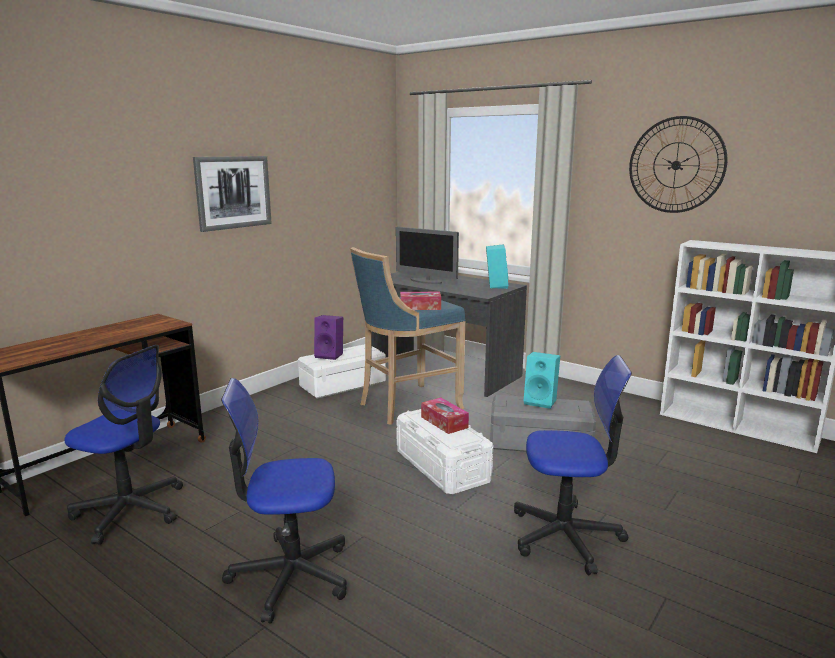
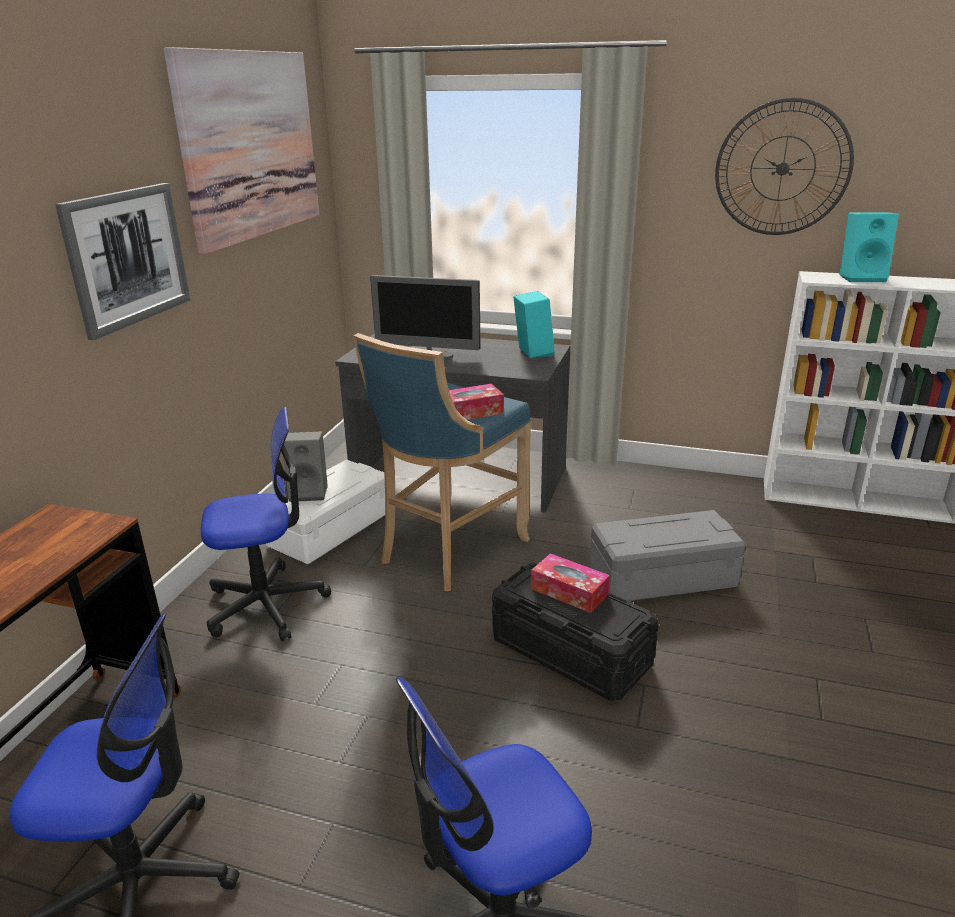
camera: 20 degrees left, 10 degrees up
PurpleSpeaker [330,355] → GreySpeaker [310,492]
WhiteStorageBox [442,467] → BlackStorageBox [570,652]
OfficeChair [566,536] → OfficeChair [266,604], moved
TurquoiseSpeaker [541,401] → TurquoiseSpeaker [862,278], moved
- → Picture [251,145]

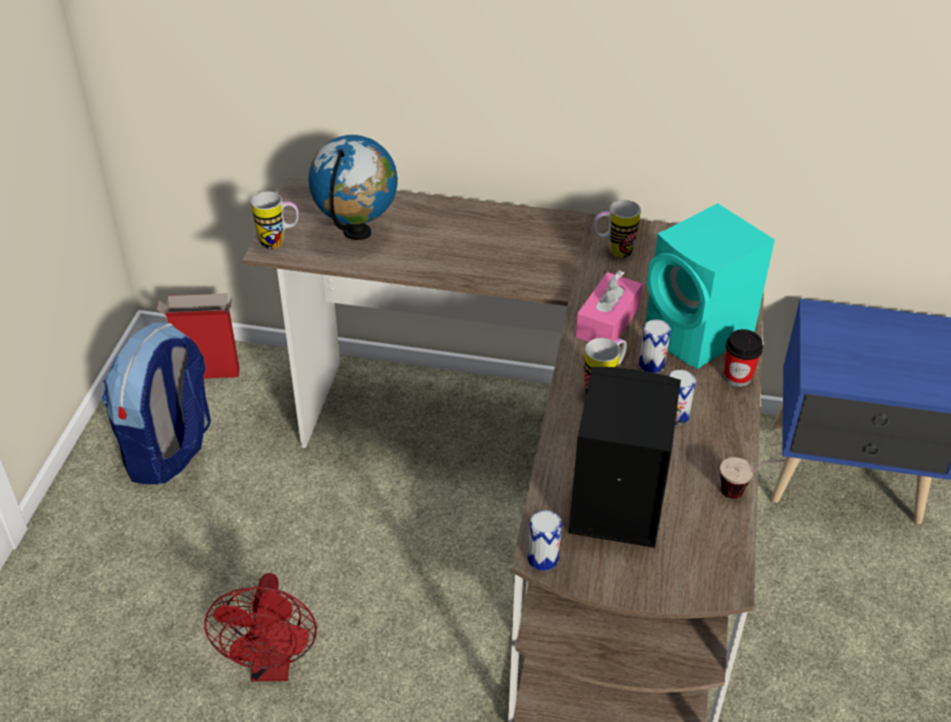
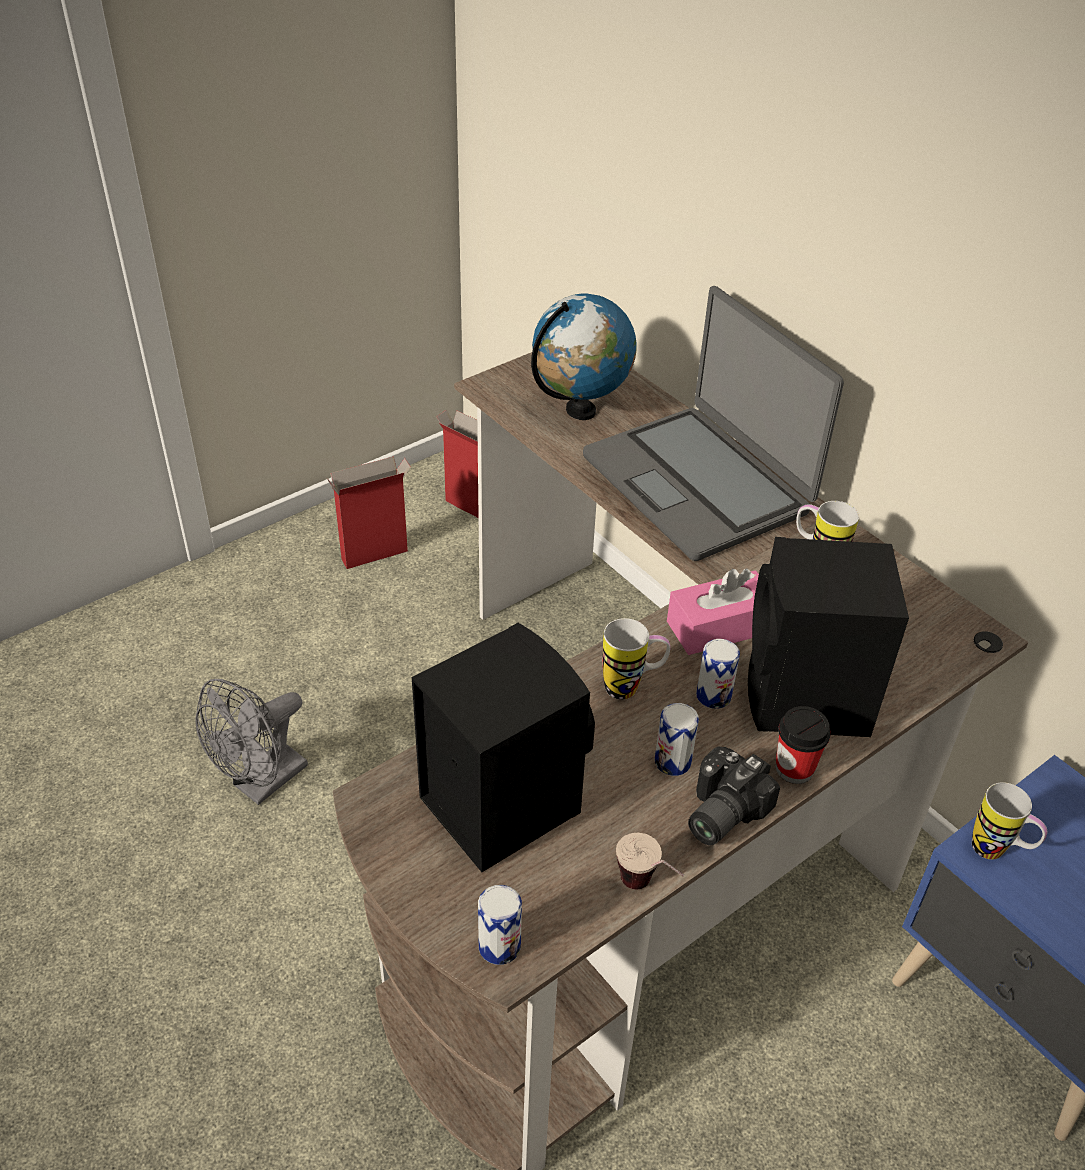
camera: 40 degrees right, 0 degrees up
Backpack [170,450] → CardboardBox [376,554]
RedFan [273,665] → GreyFan [262,784]
Mug [279,242] → Mug [997,852], moved
Can [543,559] → Can [499,946], moved
TurquoiseSpeaker [700,335] → BlackSpeaker [806,700]
- → Laptop [697,483]
- → PhotoCamera [718,811]

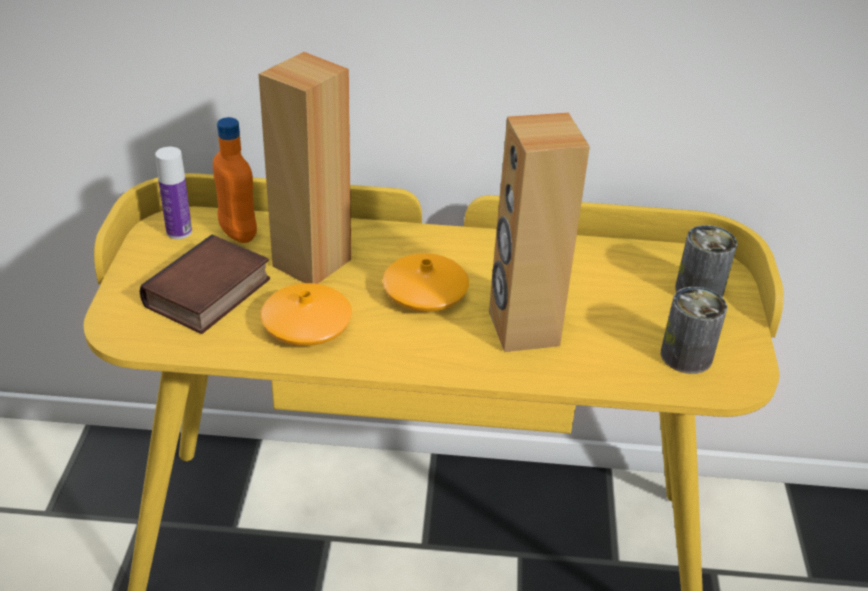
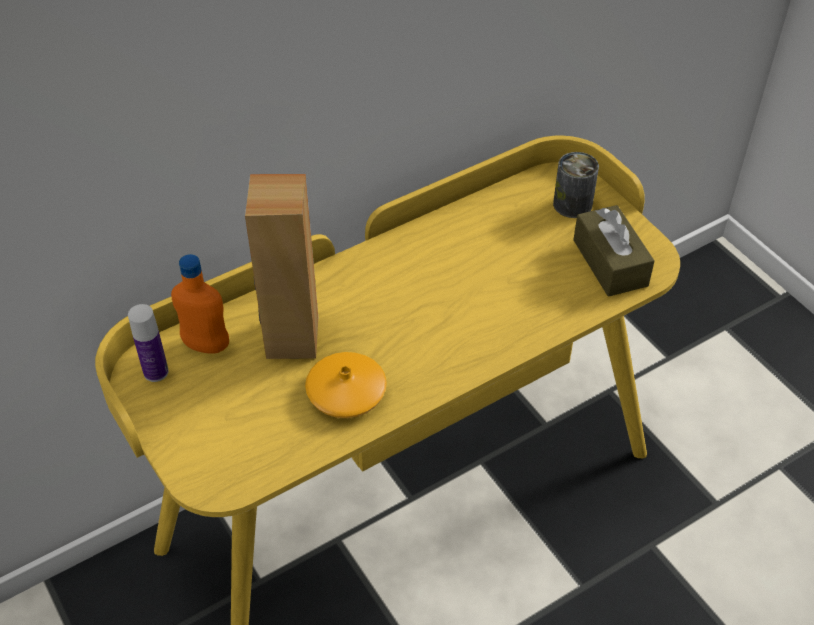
camera: 35 degrees left, 10 degrees up
Book [209,295] → -
OrangeVase [425,293] → -
BrownSpeaker [522,328] → -
Can [686,356] → BrownTissueBox [610,263]

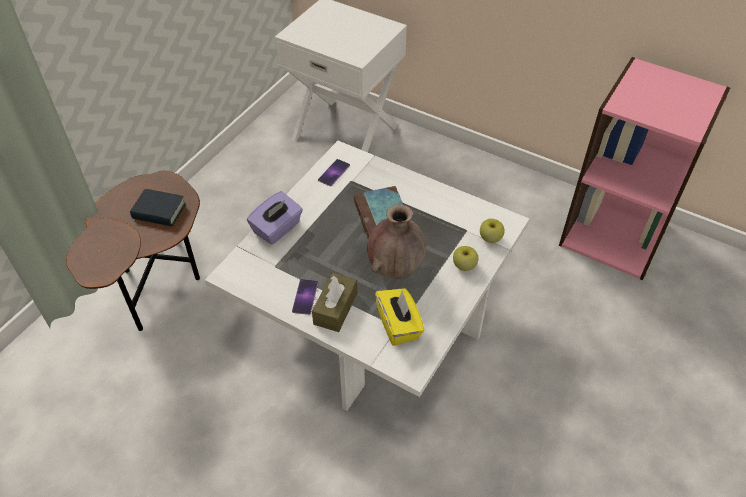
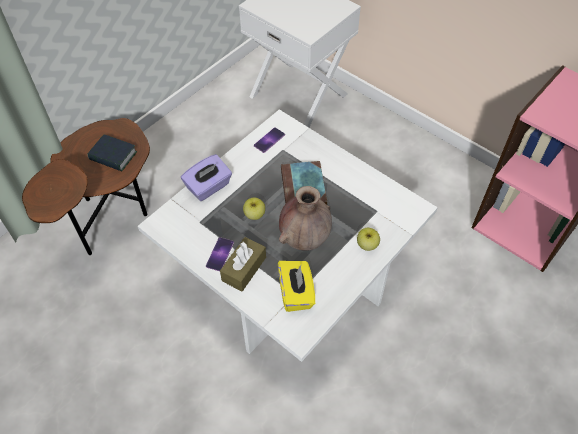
camera: 10 degrees right, 5 degrees up
Apple [490,238] → Apple [254,215], moved

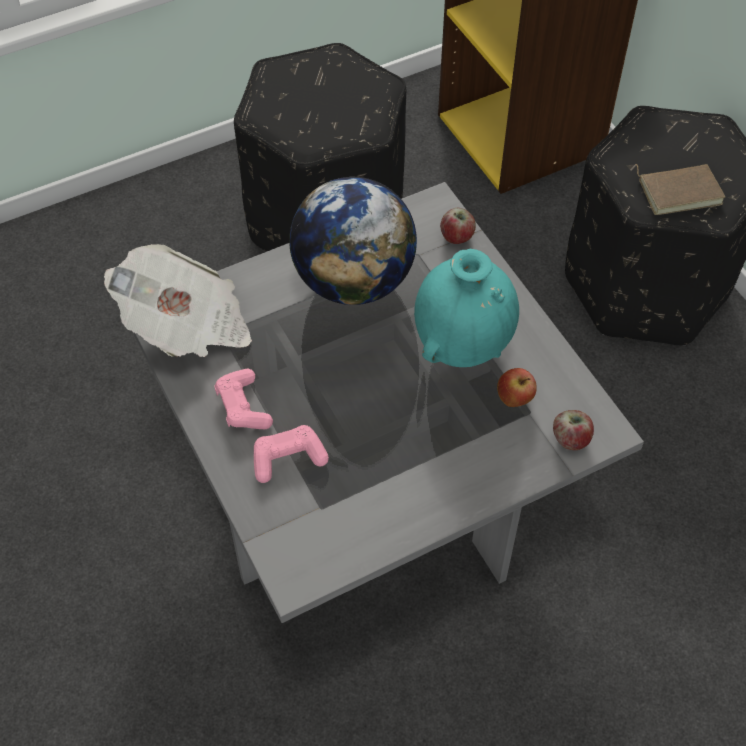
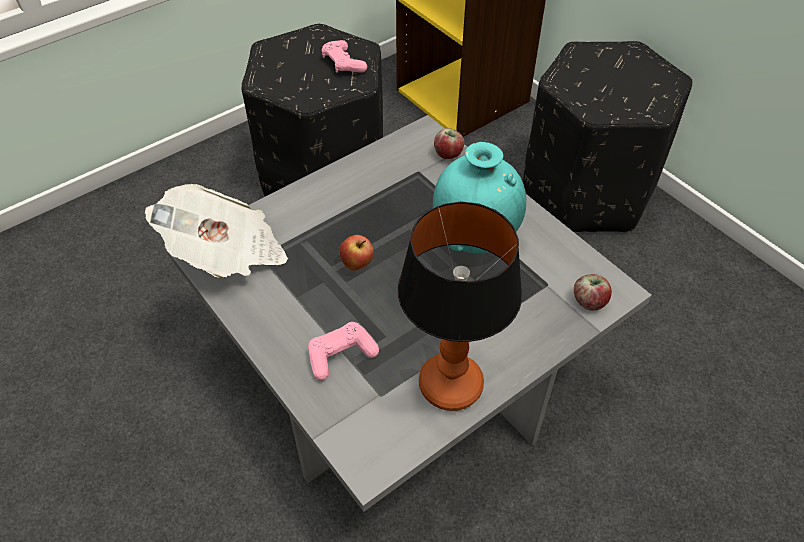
camera: 10 degrees left, 5 degrees down
PinkGameController [243,407] → PinkGameController [343,64], moved
Globe [354,281] → -
Apple [515,399] → Apple [357,264], moved
BrownBook [679,190] → -
- → TableLamp [451,384]

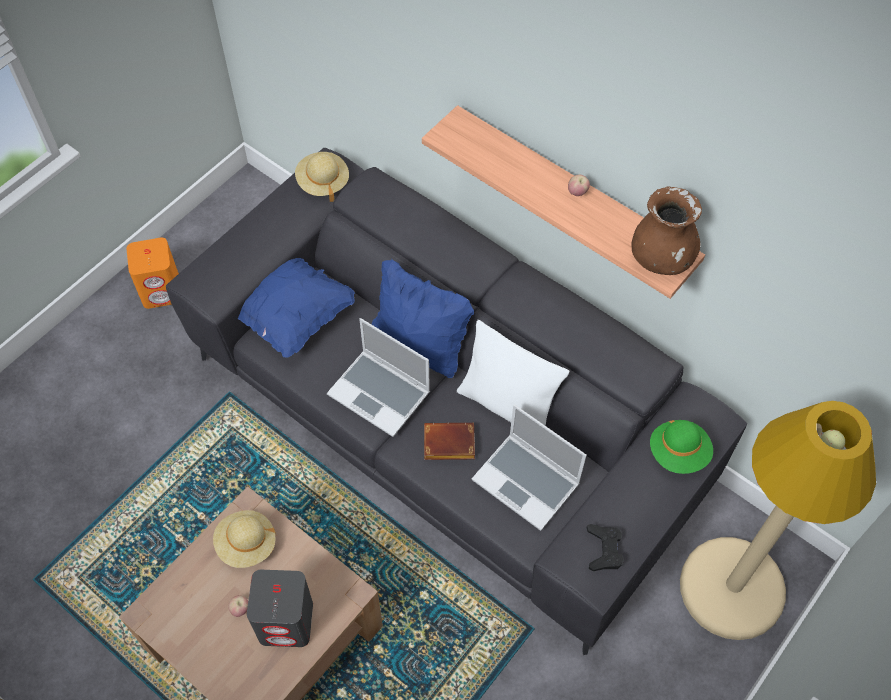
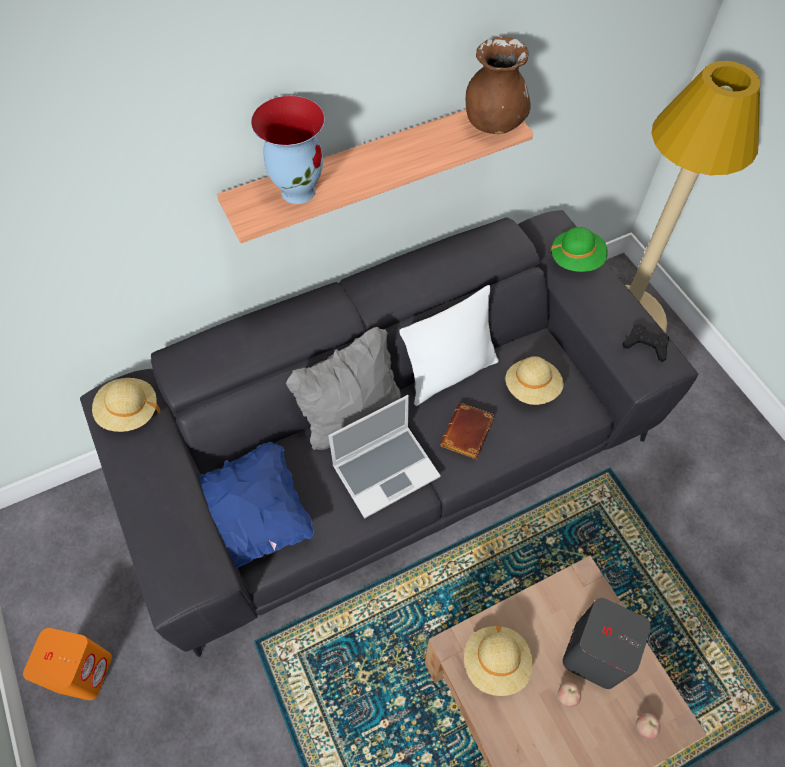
camera: 65 degrees left, 0 degrees up
BluePillow [420,346] → GreyPillow [351,416]
Laptop [527,482] → BeigeHat [532,388]
Apple [577,192] → Apple [644,727], moved
- → Vase [298,190]

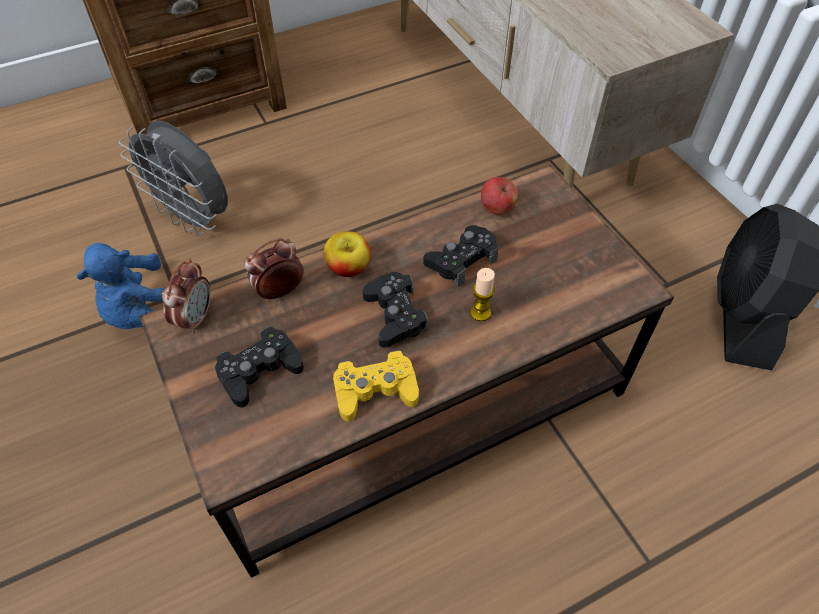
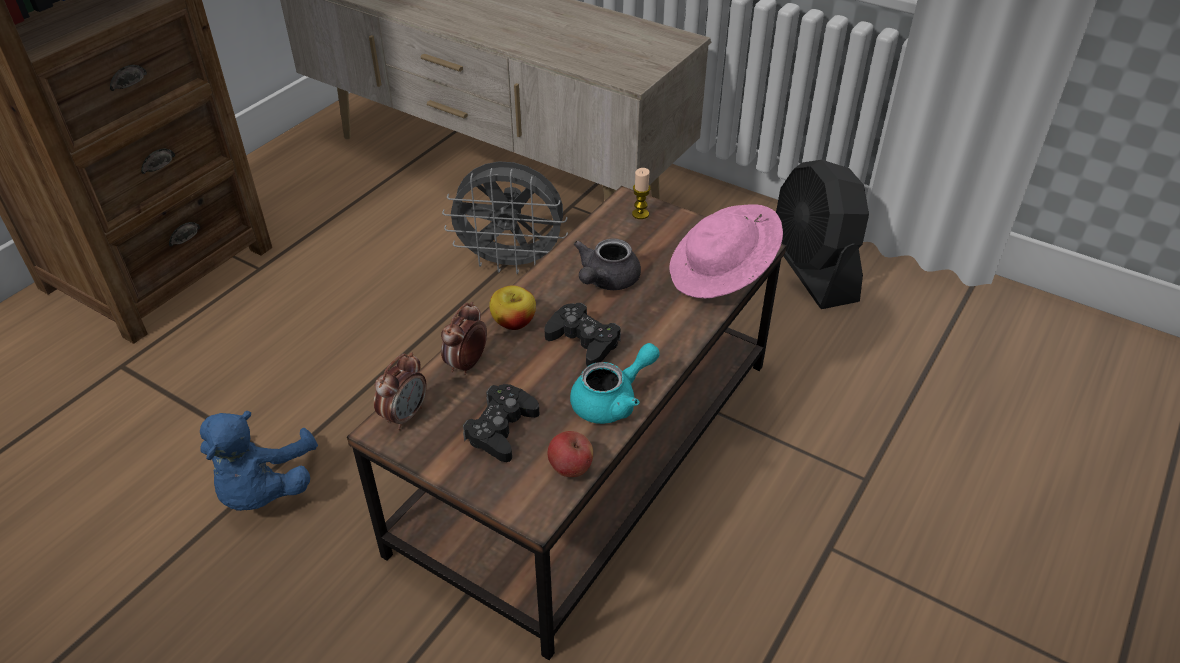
camera: 30 degrees left, 10 degrees down
GreyFan [194,219] → GreyFan [511,262], moved
AlarmClock [195,318] → AlarmClock [405,415], 45 degrees clockwise
YellowGameController [375,390] → TurquoiseTeapot [612,401]
BlackGameController [461,260] → GreyTeapot [606,281]
Candle [480,313] → Candle [640,214], moved
Apple [497,209] → Apple [570,468], moved
- → PinkHat [722,274]

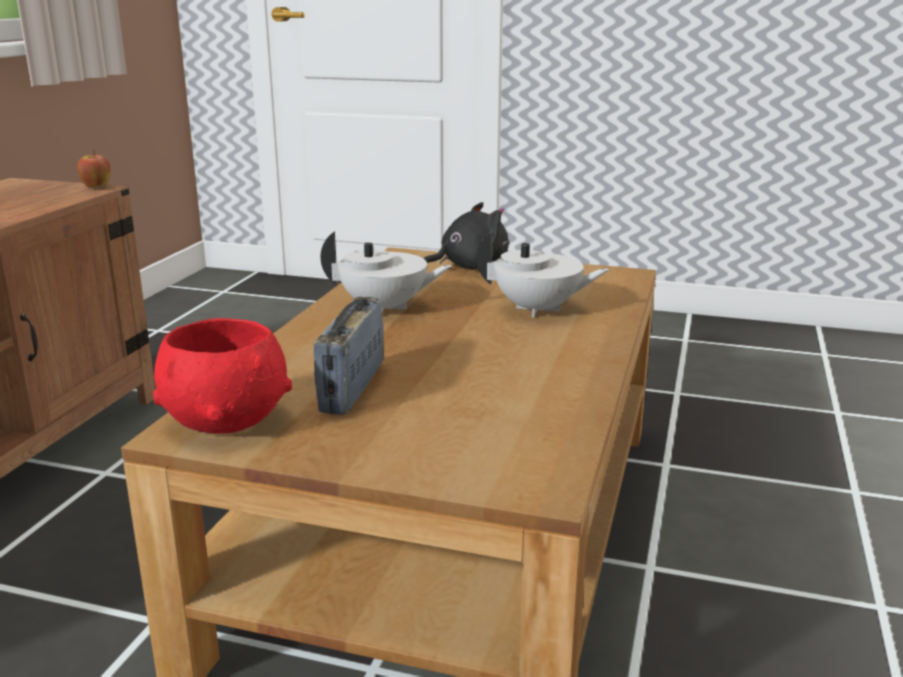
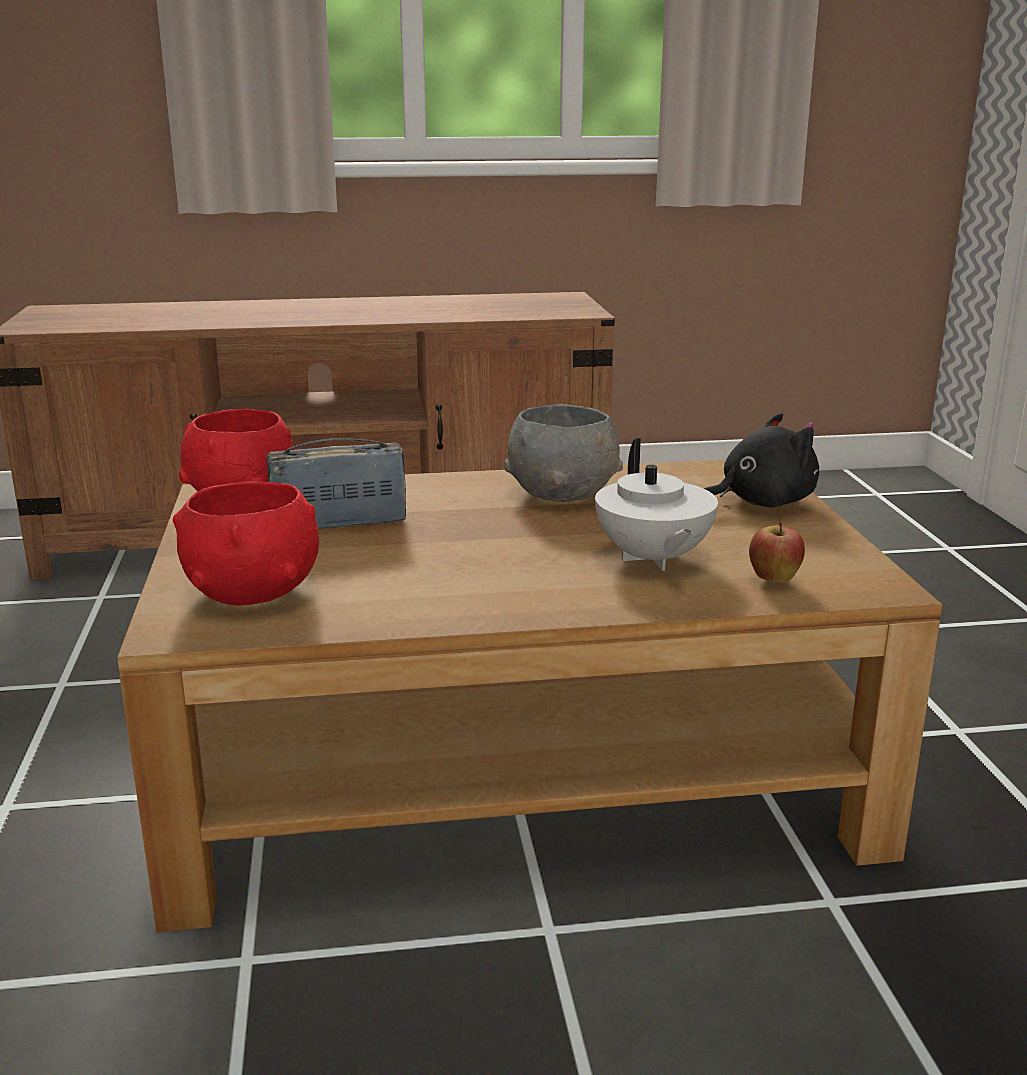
camera: 65 degrees right, 0 degrees up
Apple [96,188] → Apple [774,581], moved
WhiteTeapot [385,308] → GreyBowl [561,494]
BlackPlushToy [469,267] → BlackPlushToy [761,502], 60 degrees counterclockwise
- → RedBowl [254,593]

